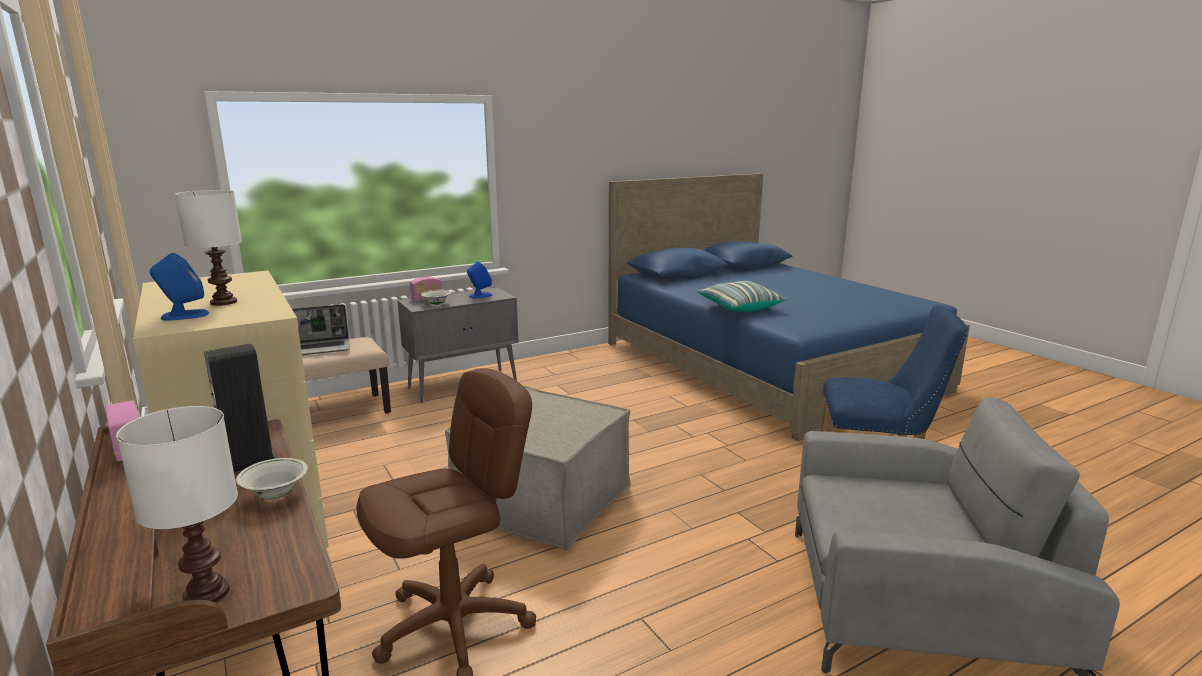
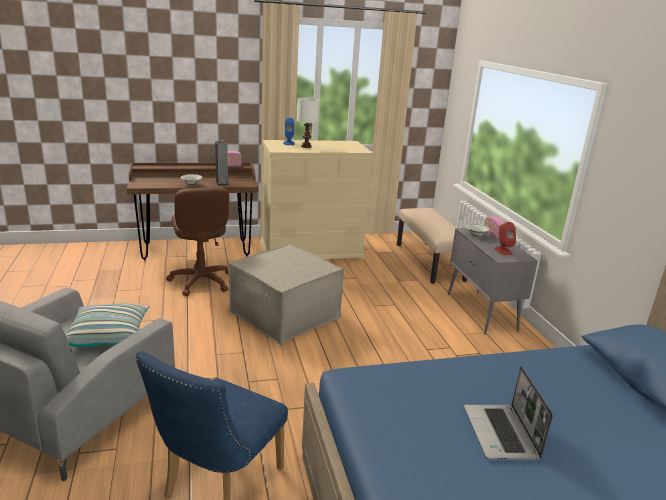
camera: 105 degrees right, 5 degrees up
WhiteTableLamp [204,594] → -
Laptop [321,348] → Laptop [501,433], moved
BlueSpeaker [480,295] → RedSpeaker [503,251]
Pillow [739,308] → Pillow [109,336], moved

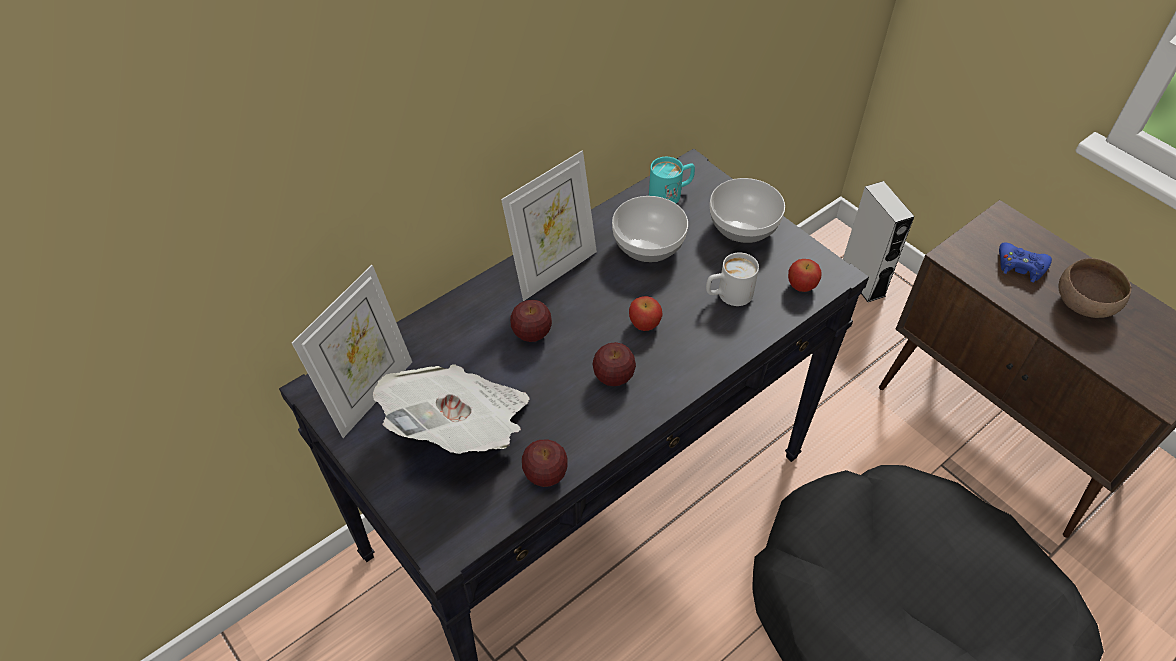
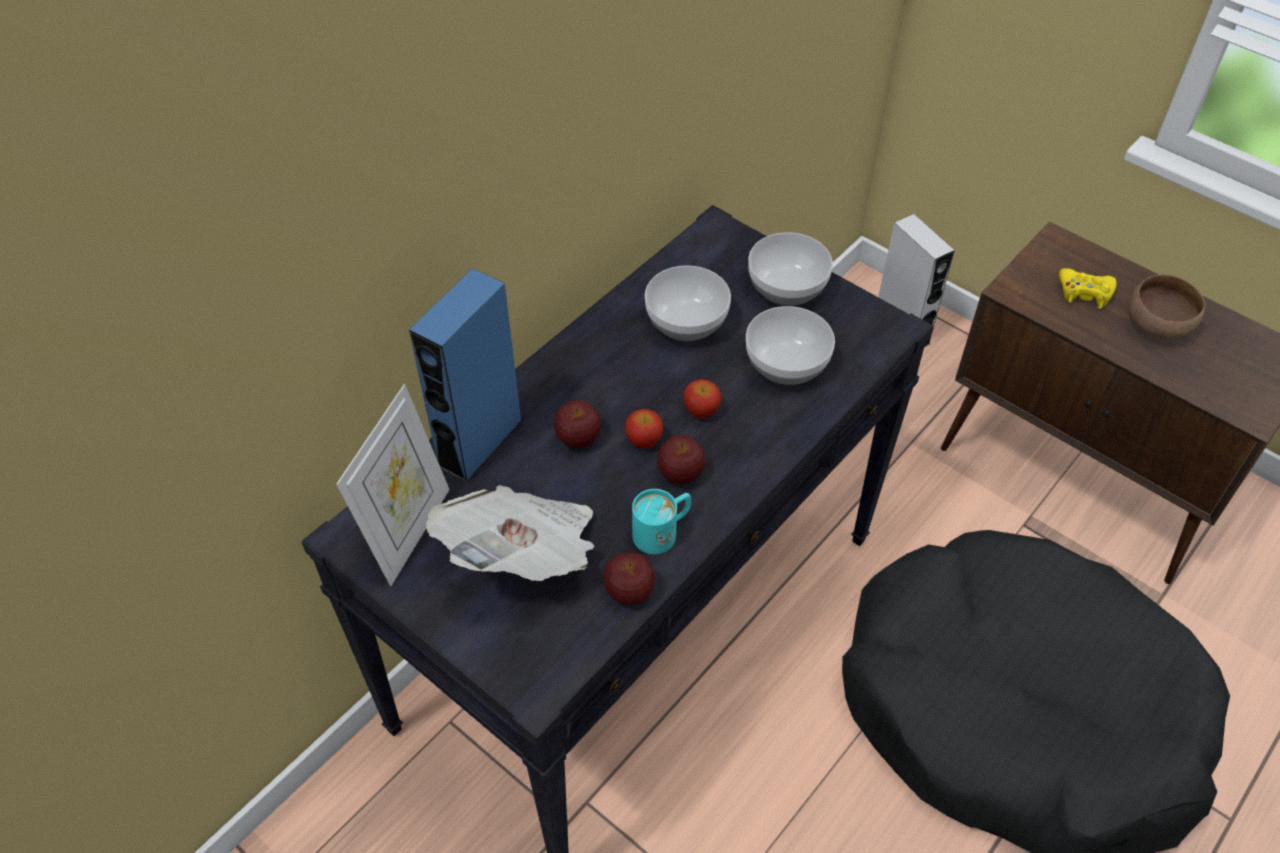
camera: 10 degrees left, 0 degrees up
PictureFrame [554,270] → -
TurquoiseMug [671,193] → TurquoiseMug [662,531], moved
WhiteMug [728,295] → Bowl [786,366]
Apple [801,286] → Apple [644,440], moved
BlueGameController [1020,266] → YellowGameController [1084,293]
- → BlueSpeaker [480,442]

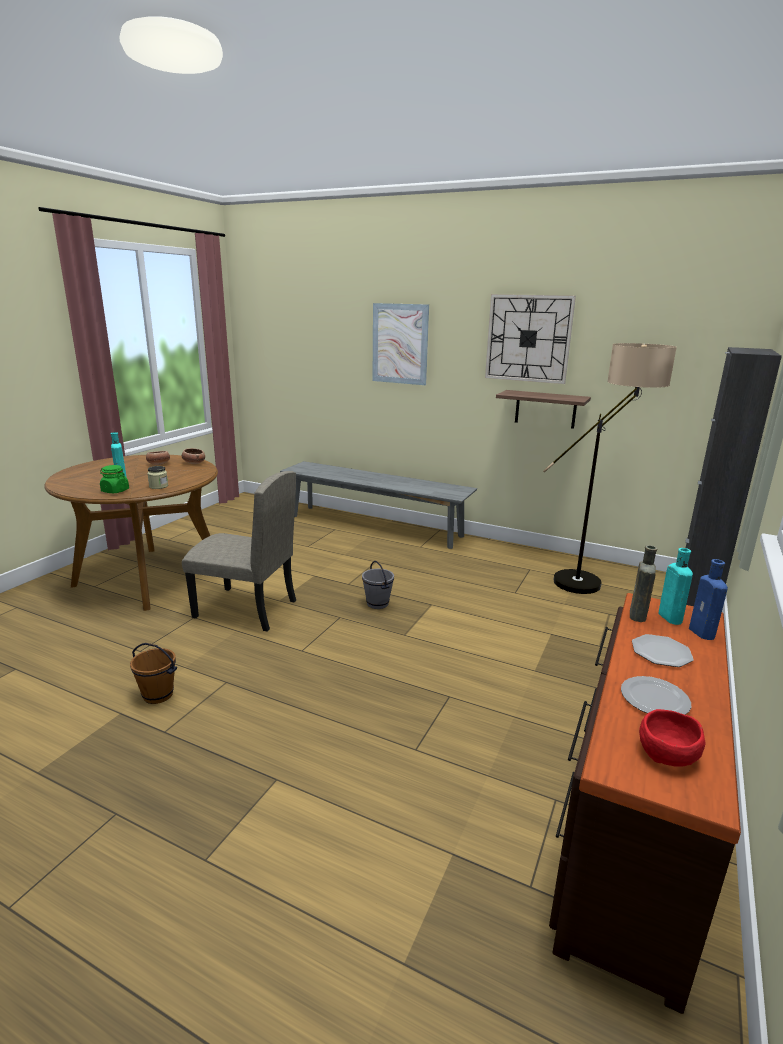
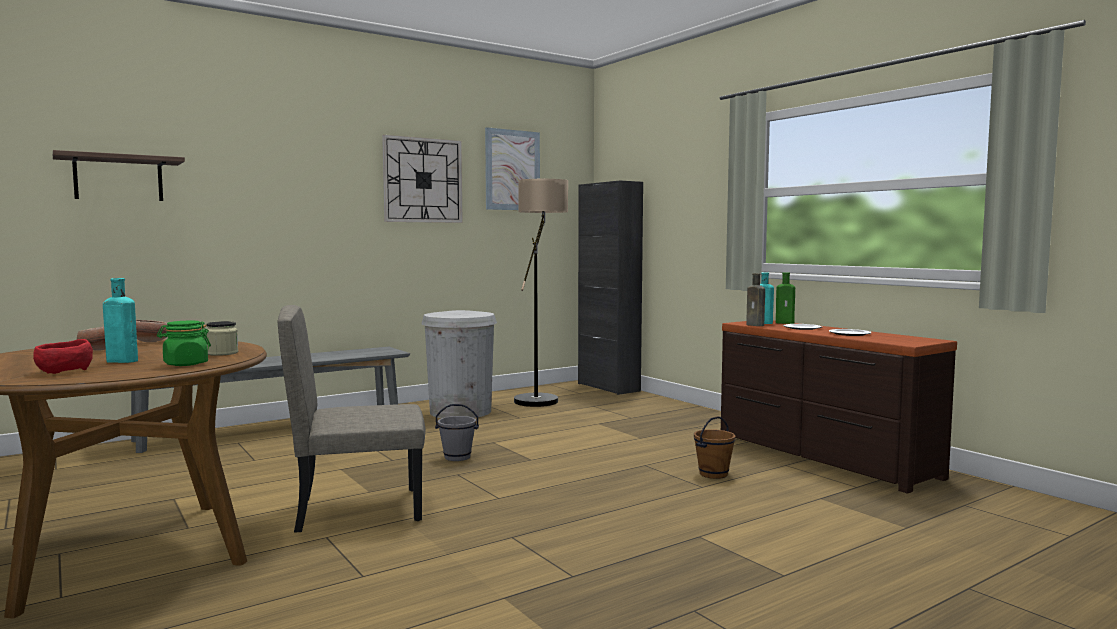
camera: 60 degrees left, 15 degrees down
BrownBucket [157,695] → BrownBucket [714,474], moved
BeigeChair [245,609] → BeigeChair [359,509], 150 degrees counterclockwise
Picture [400,344] → Picture [512,170], moved
Shelf [545,409] → Shelf [118,179], moved
RedBowl [666,753] → RedBowl [63,371], moved
BlueBottle [703,633] → GreenBottle [786,323]
- → WhiteTrashCan [460,411]

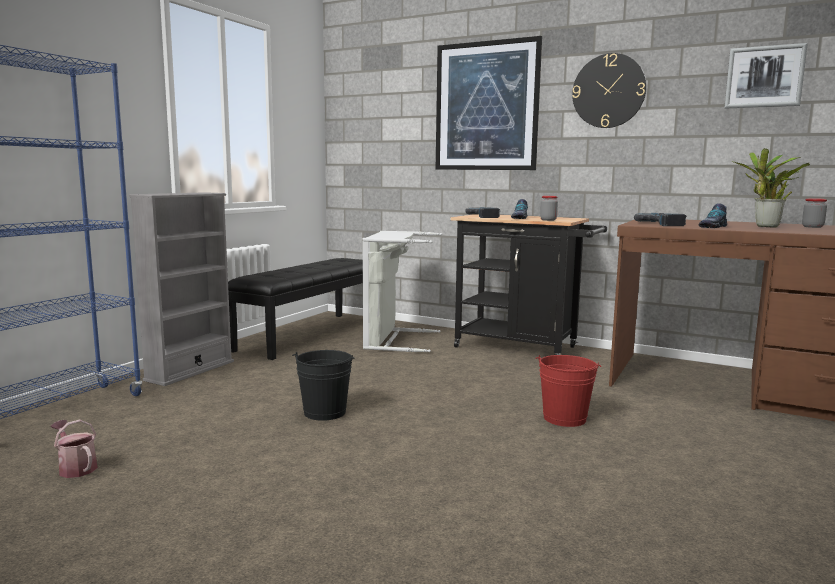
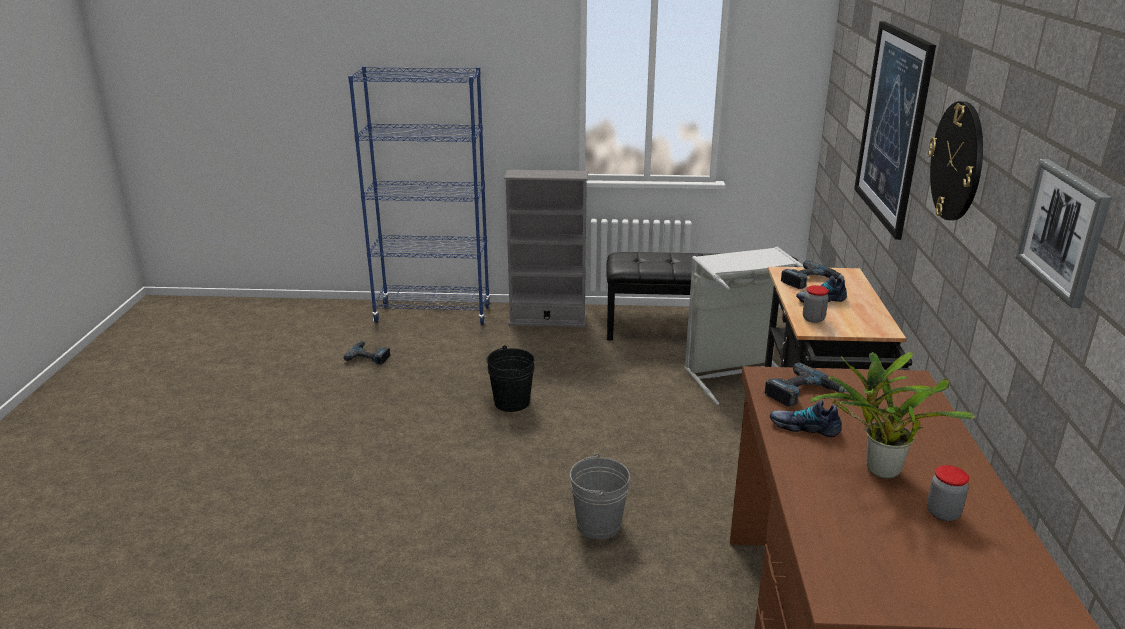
camera: 65 degrees right, 15 degrees up
WateringCan [76,467] → PowerDrill [369,356]
RedBucket [564,418] → GreyBucket [598,524]

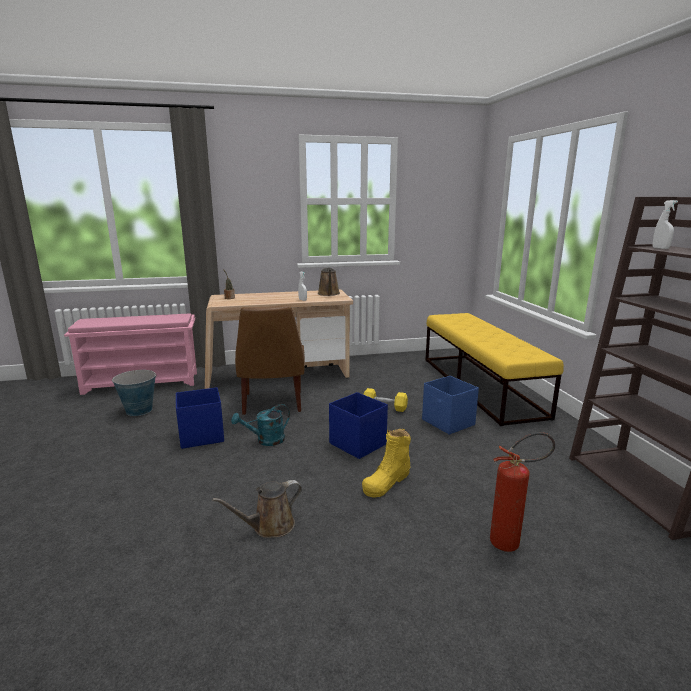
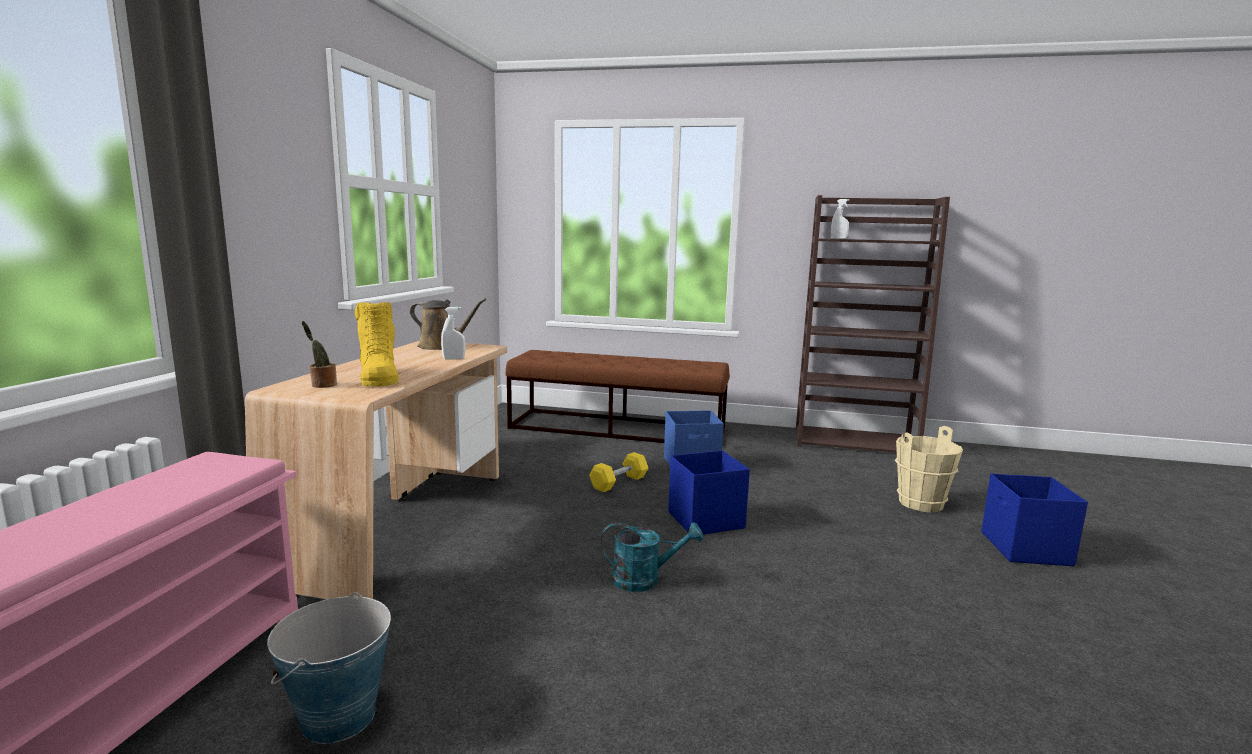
camera: 65 degrees left, 5 degrees down
BlueStorageBox [201,436] → BlueStorageBox [1025,549], moved
BrownWateringCan [269,526] → -
TurquoiseWateringCan [266,441] → TurquoiseWateringCan [645,579], 90 degrees counterclockwise
BrownChair [272,403] → -
YellowBoot [387,481] → YellowBoot [378,377], moved
YellowBench [480,386] → BrownBench [618,428]
FireExtinguisher [512,542] → BeigeBucket [921,504]

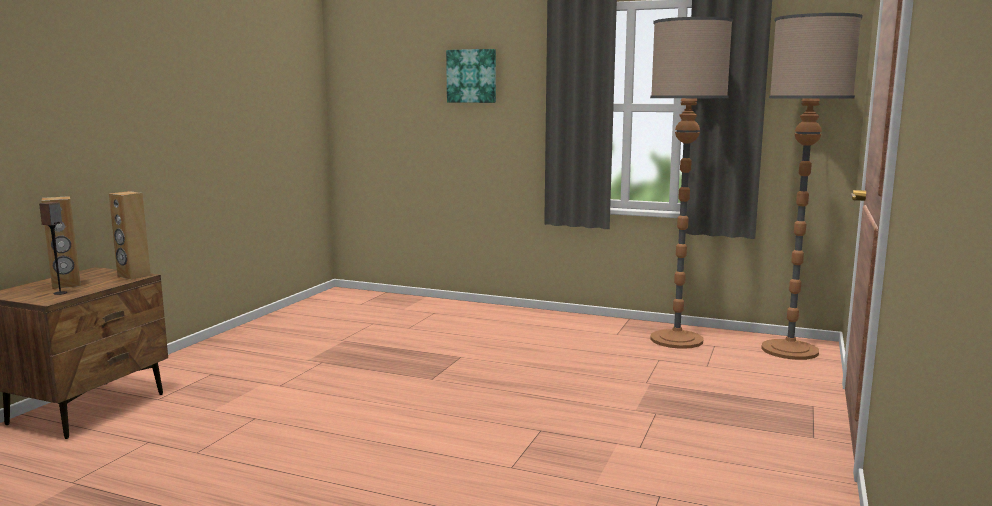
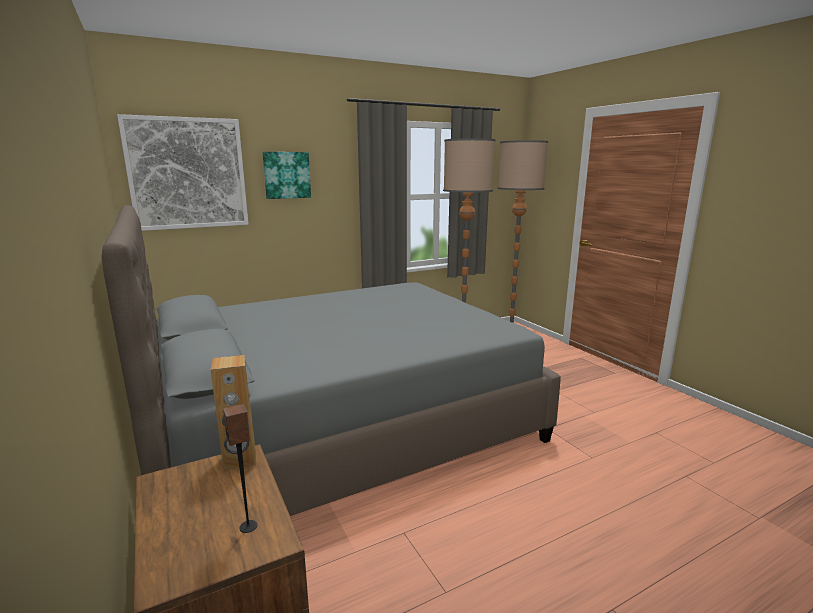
camera: 50 degrees left, 5 degrees up
BrownSpeaker [66,285] → -
- → GreyBed [340,424]
- → Picture [187,174]

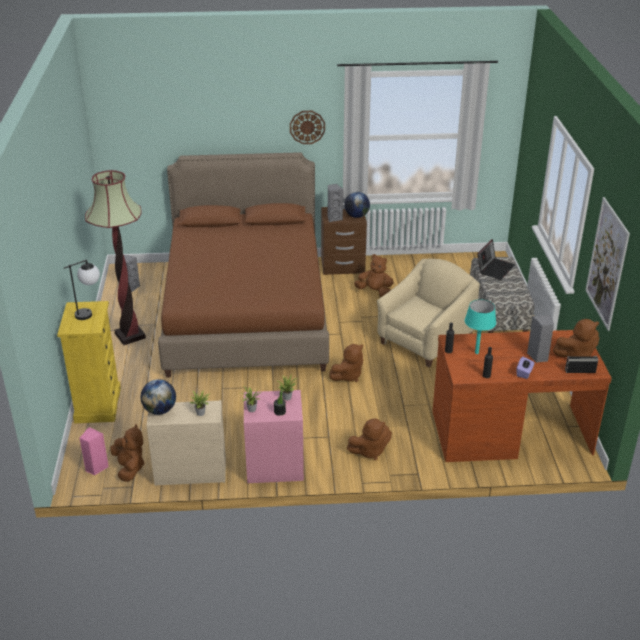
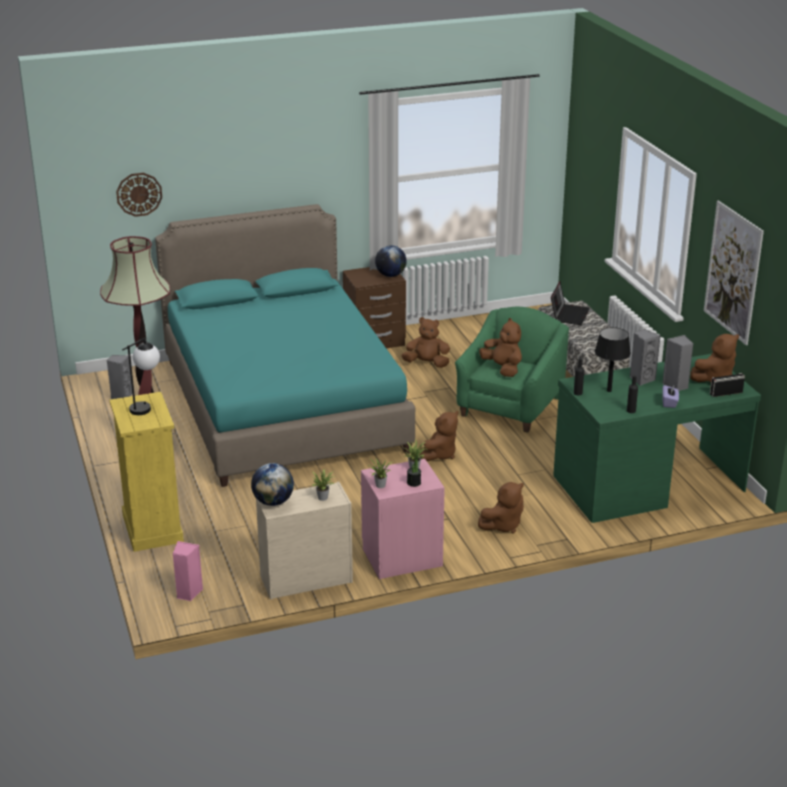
camera: 15 degrees left, 5 degrees down
BrownPlushToy [129,468] → BrownPlushToy [503,368], moved
BrownBed [245,312] → TurquoiseBed [282,405]
WallClock [307,127] → WallClock [139,194], moved
GreySpeaker [334,218] → GreySpeaker [641,379], moved
BeigeArmchair [425,341] → GreenArmchair [510,407]
BrownDesk [510,432] → GreenDesk [647,483]
TurquoiseTableLamp [476,353] → BlackTableLamp [609,390]

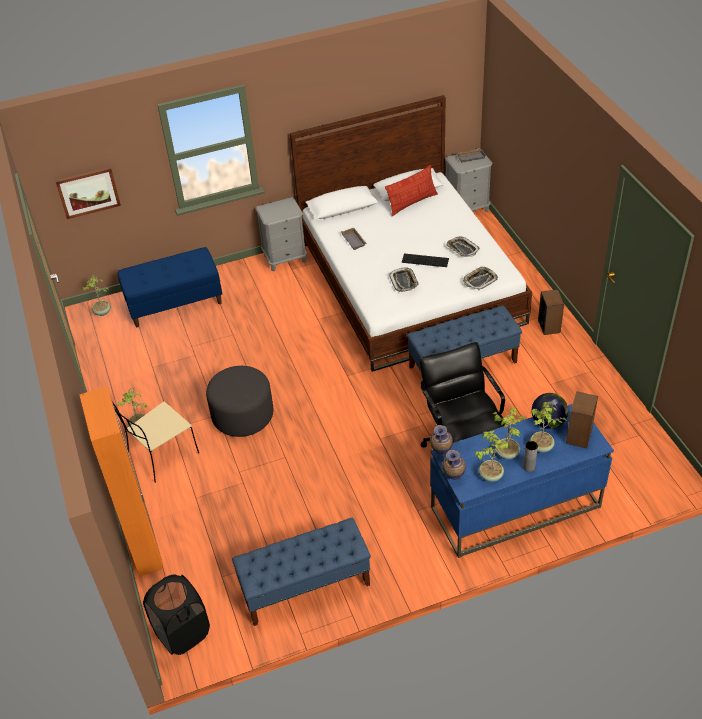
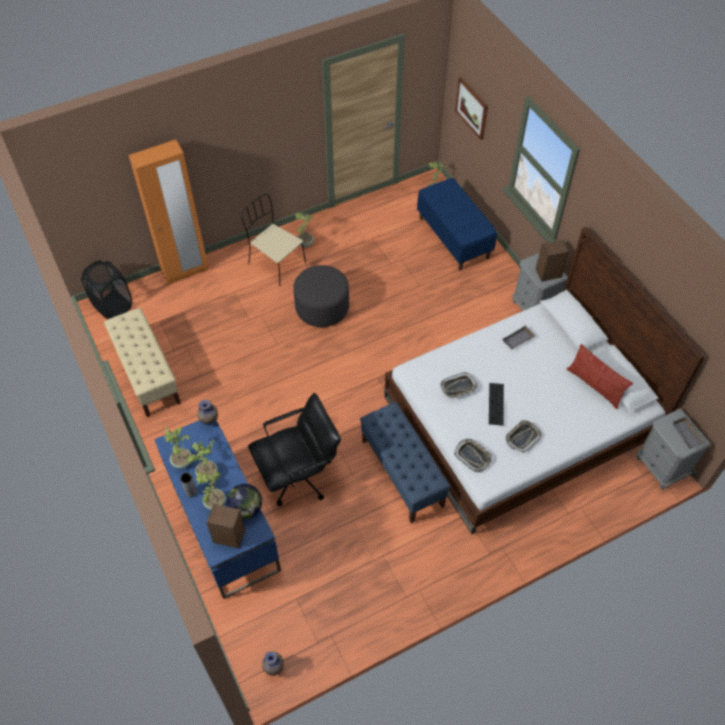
camera: 80 degrees right, 10 degrees up
BlueBench [305,587] → BeigeBench [147,374]
Vase [453,477] → Vase [274,668], moved
Speaker [549,326] → Speaker [548,273], moved

